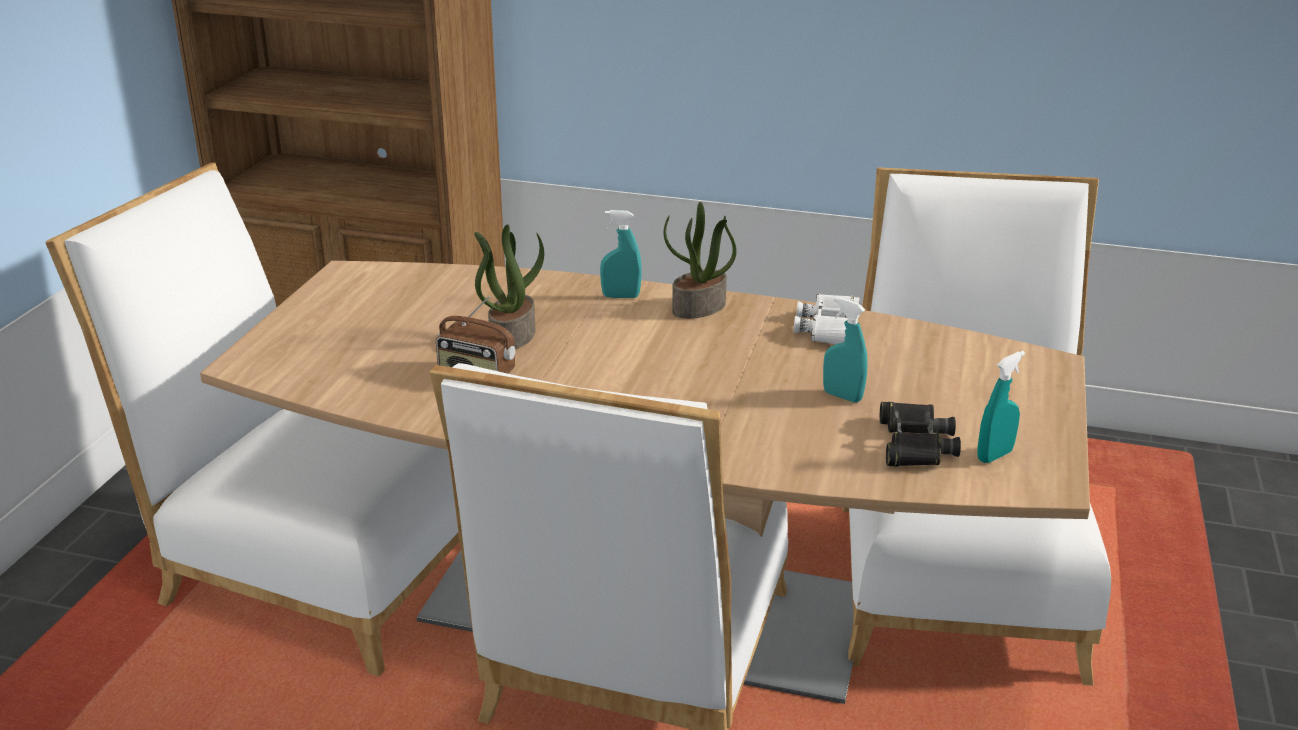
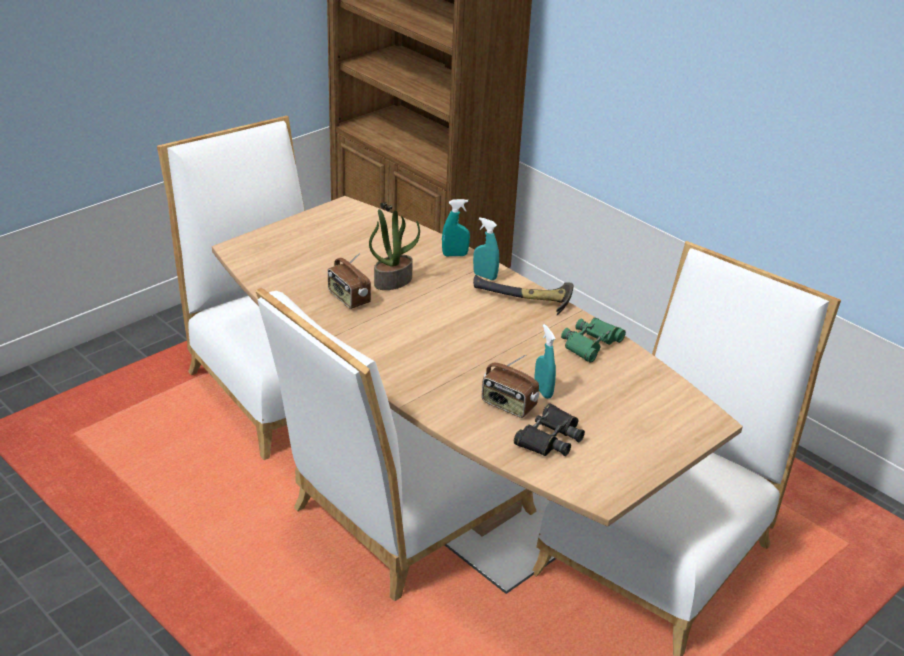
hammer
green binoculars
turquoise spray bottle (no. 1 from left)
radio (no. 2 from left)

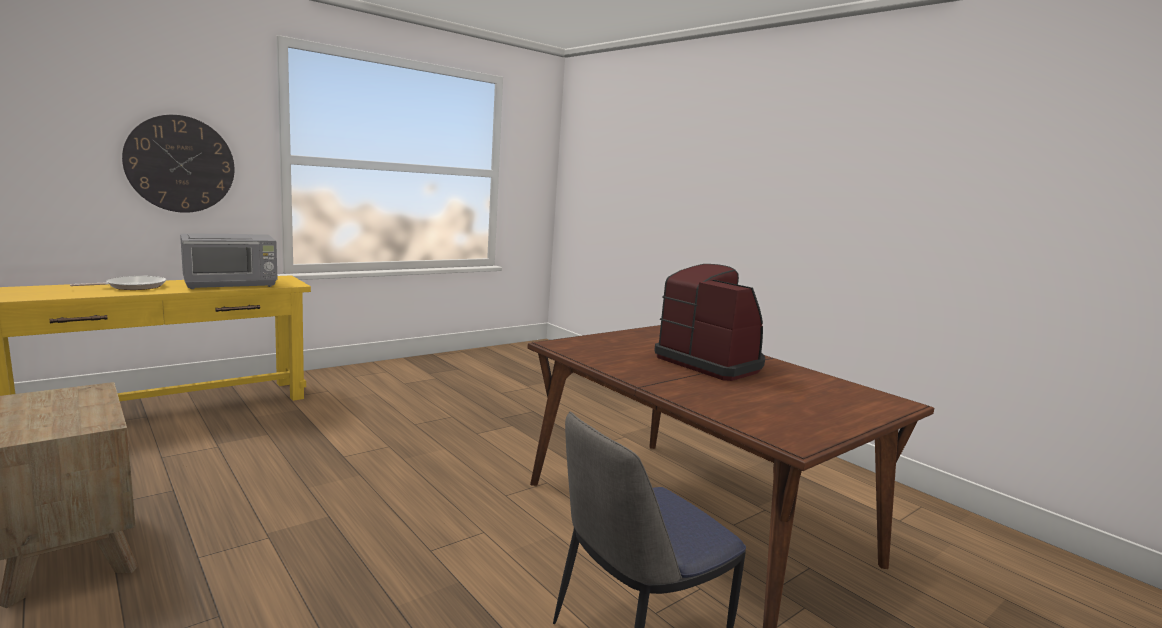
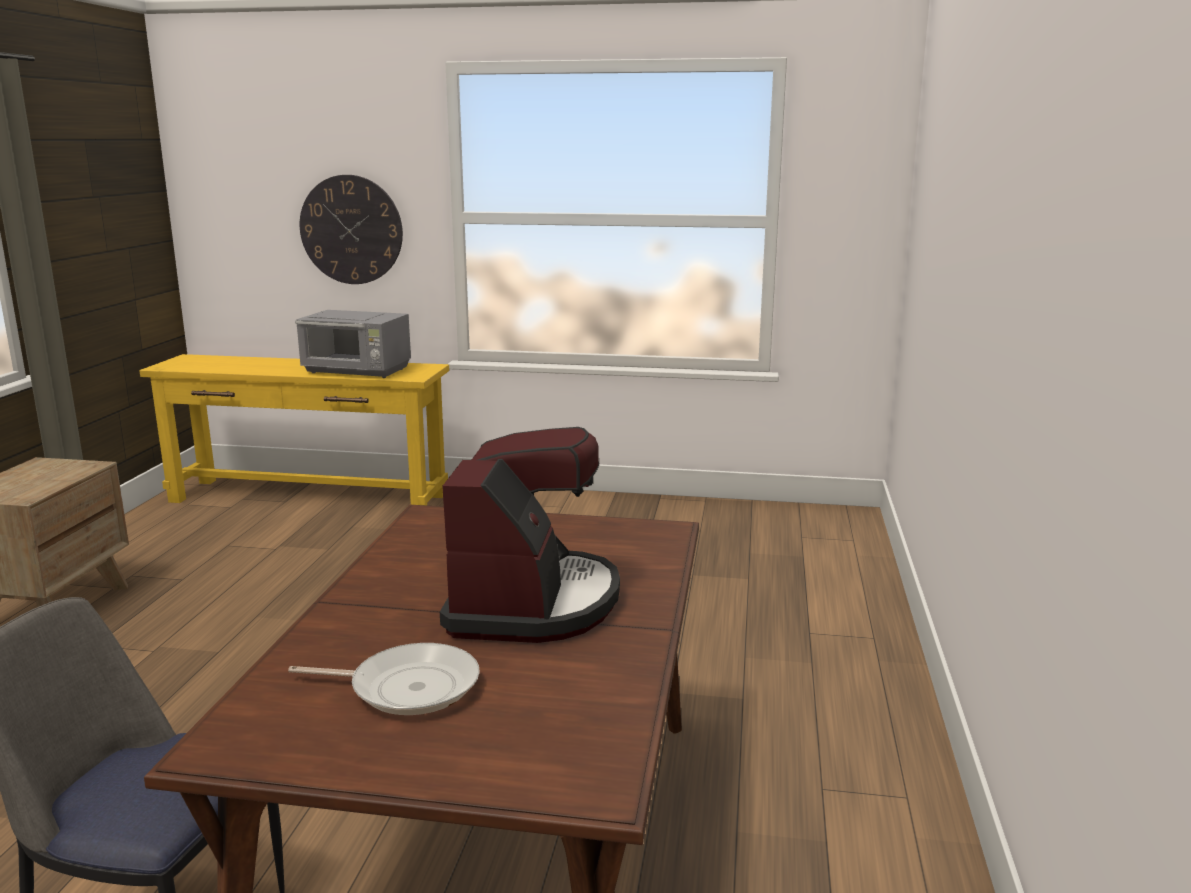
frying pan

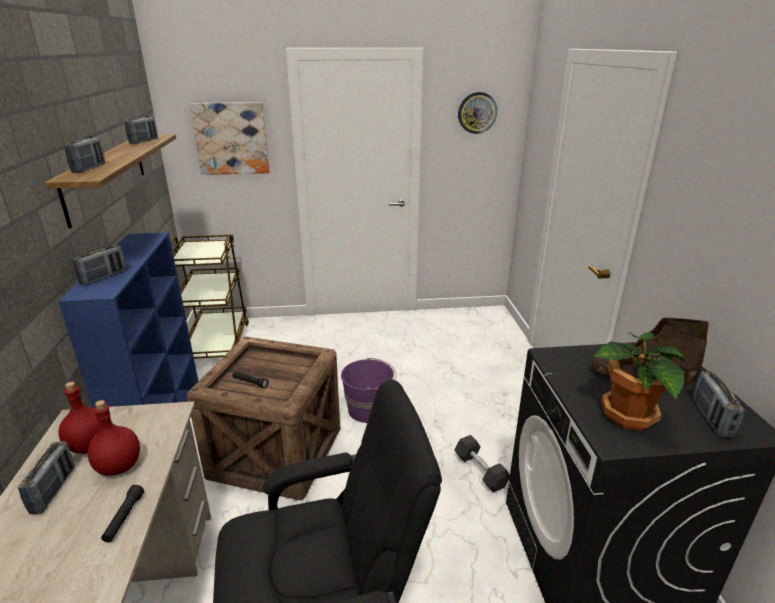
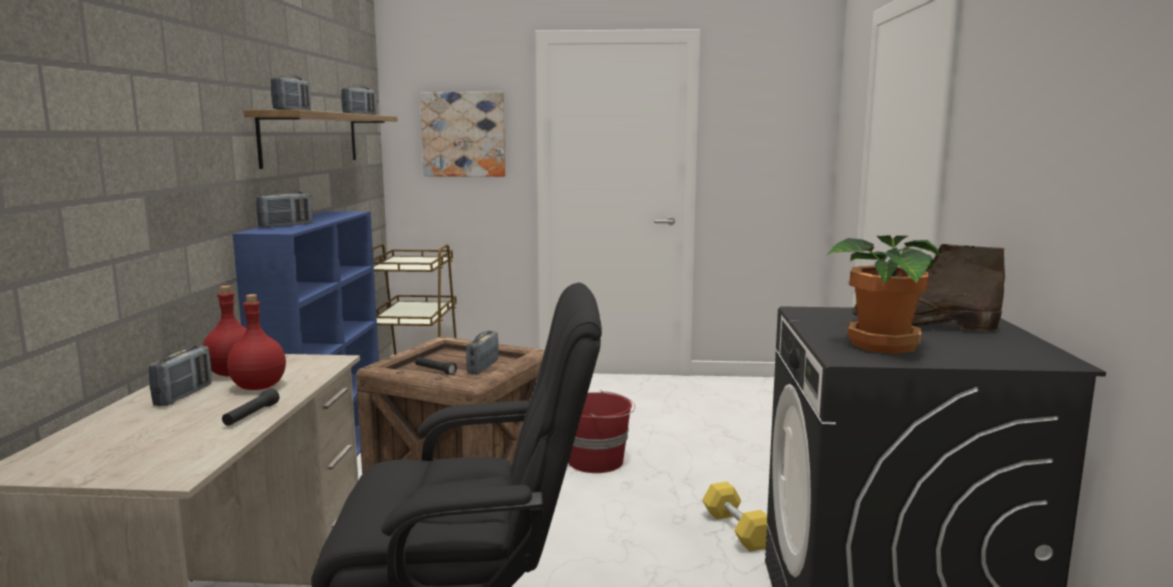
wall clock
red bucket
radio (no. 5 from left)
yellow dumbbell

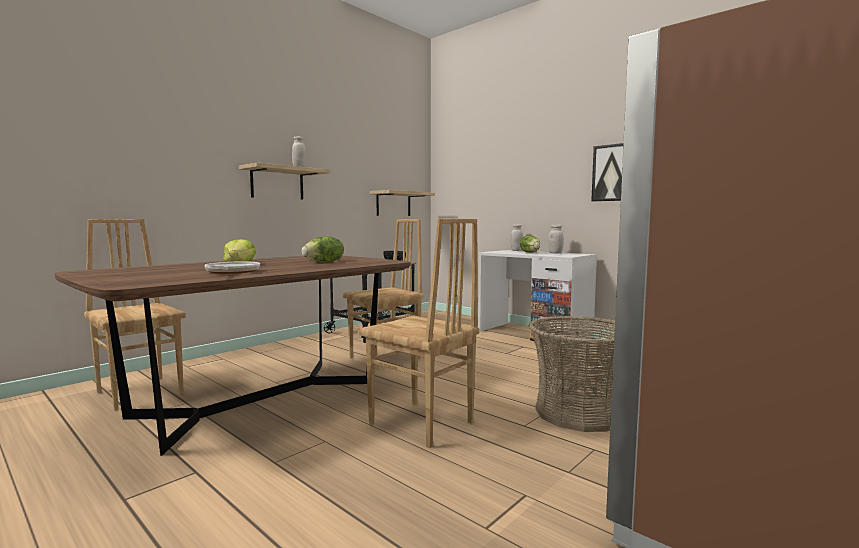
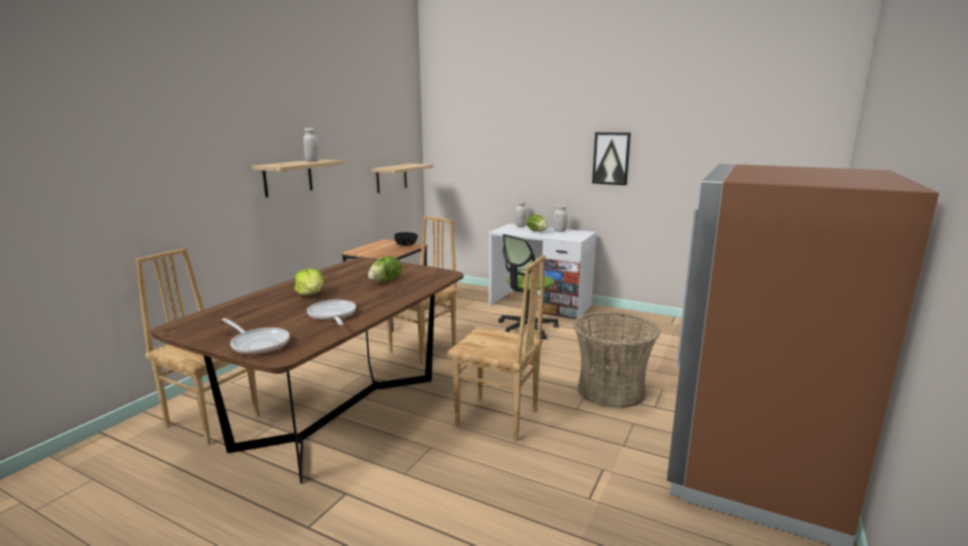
office chair
frying pan (no. 1 from left)

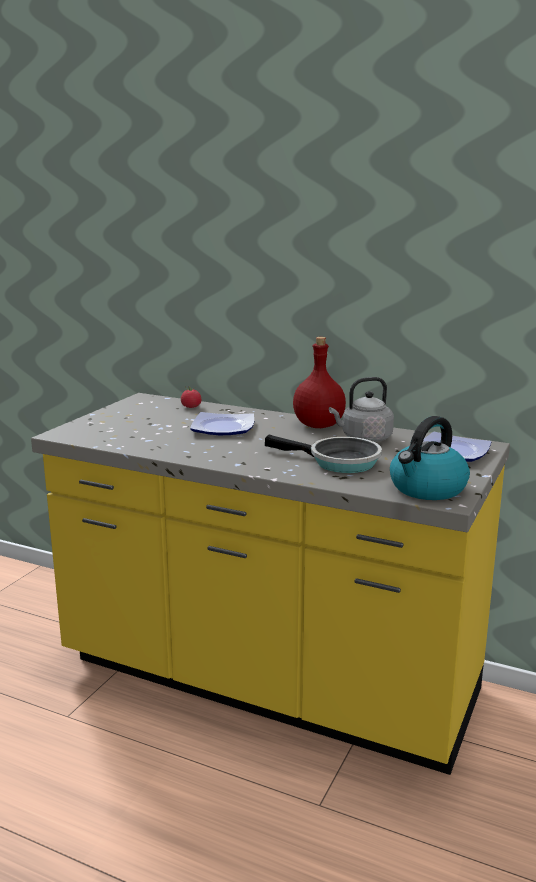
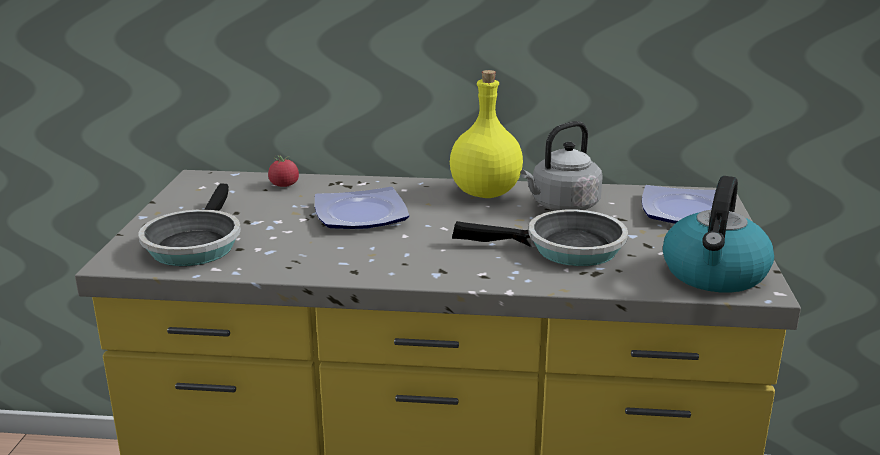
yellow bottle
frying pan (no. 1 from left)

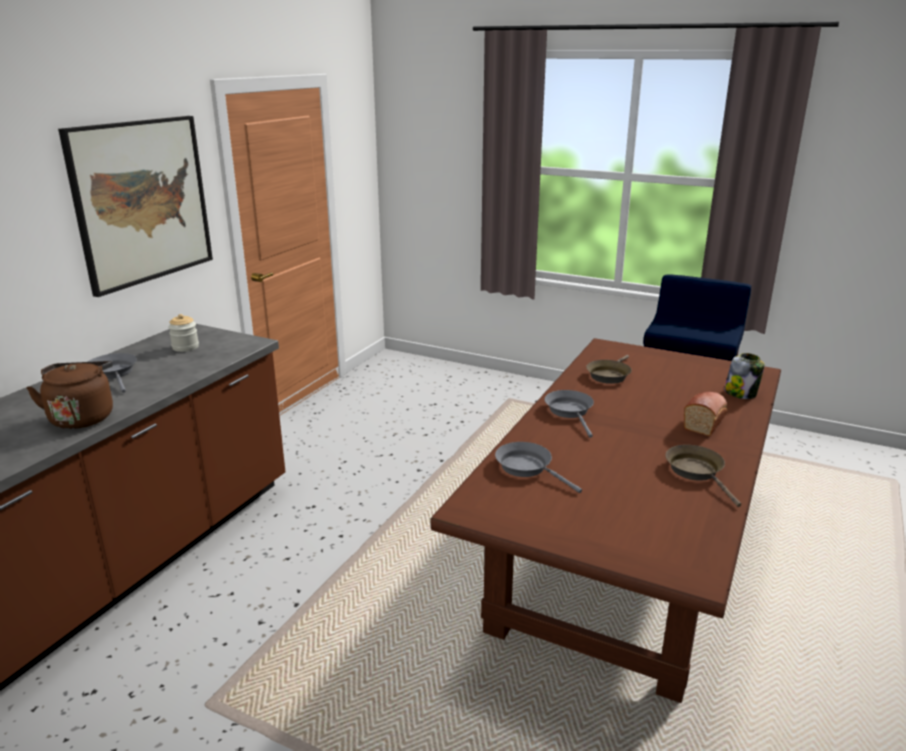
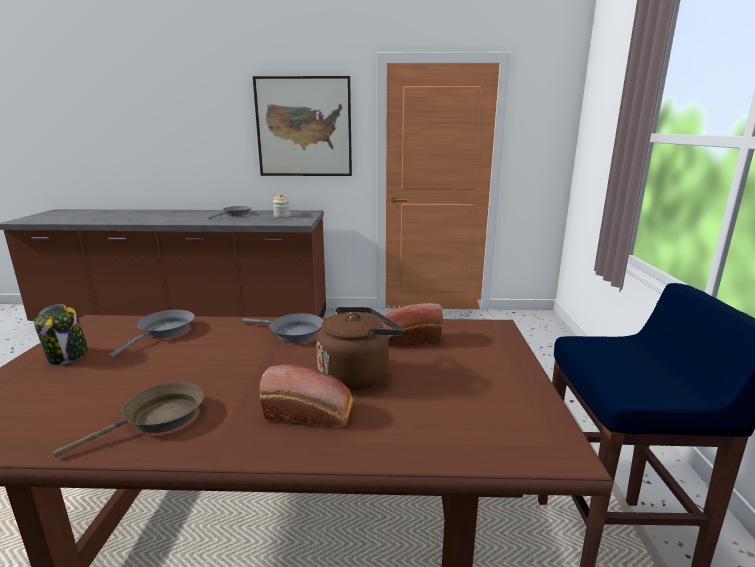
jar (no. 1 from left)
bread (no. 2 from left)
brown kettle
grey frying pan (no. 3 from left)

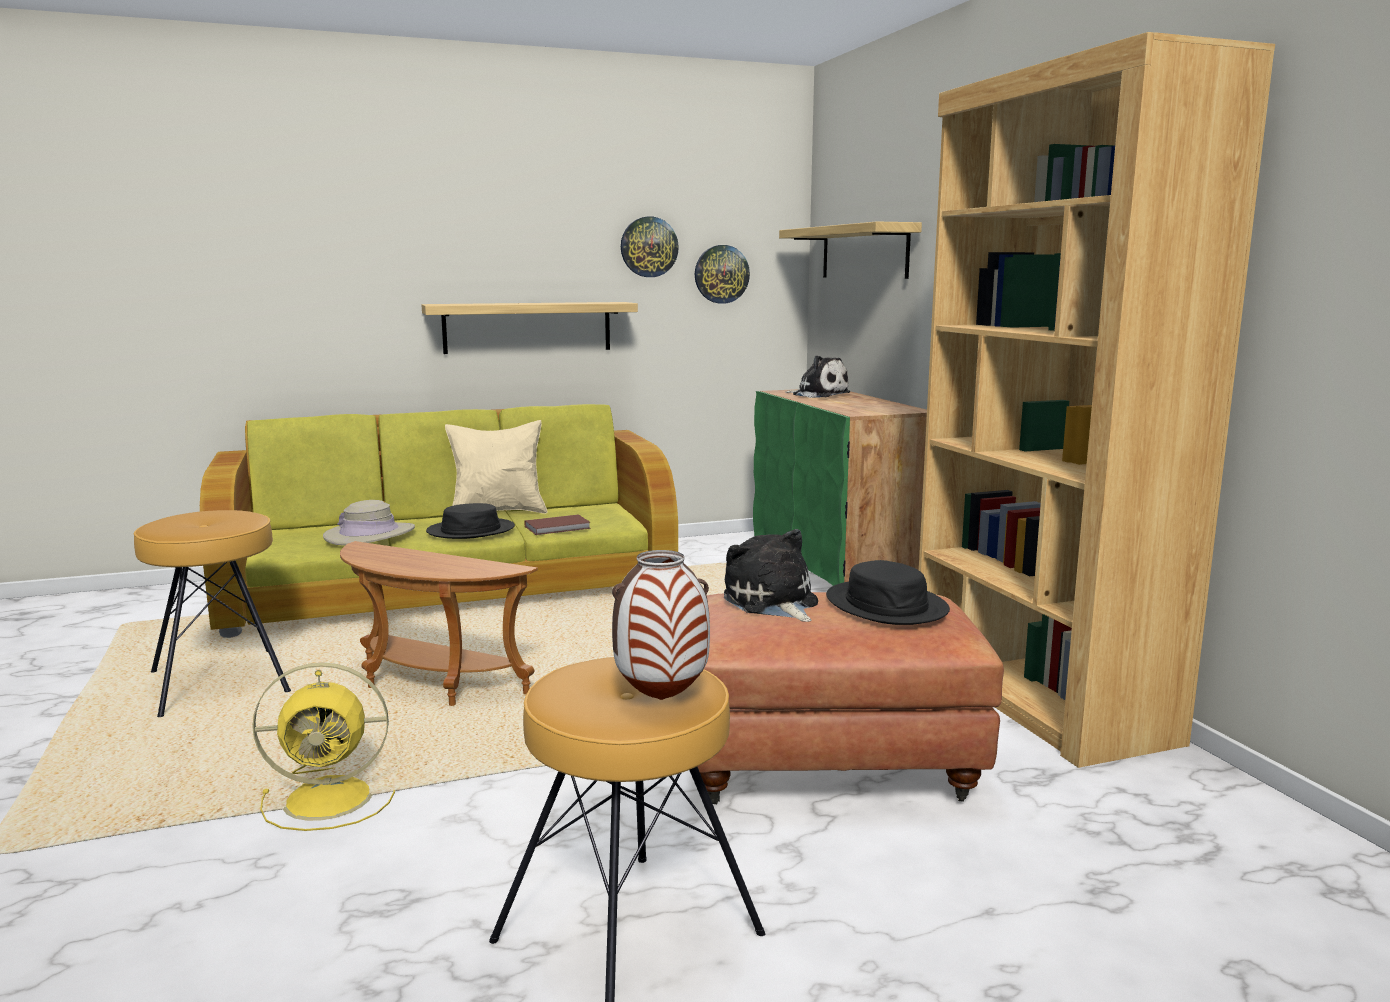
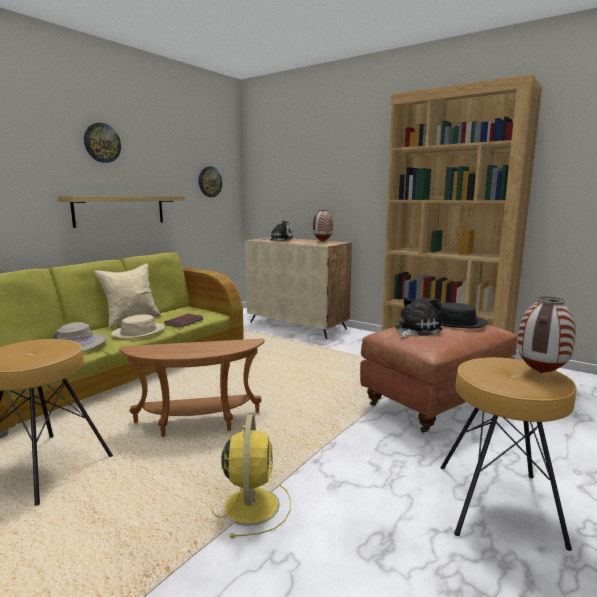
wall clock (no. 1 from left)
shelf (no. 2 from left in the first image)
beige cabinet
beige hat (no. 2 from left)
plush toy (no. 2 from left)
yellow fan
vase (no. 1 from left)

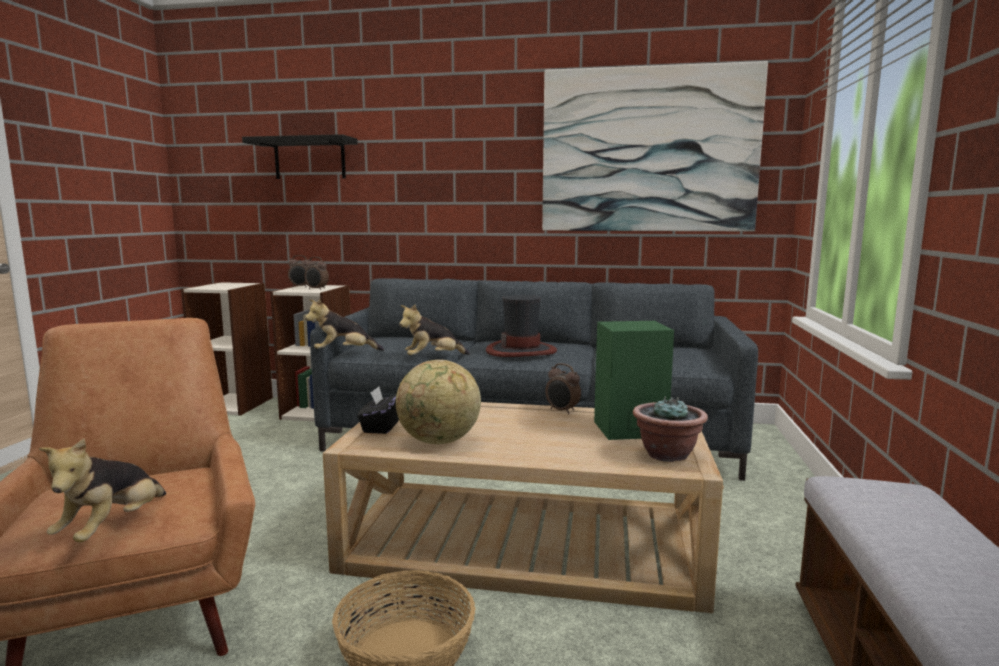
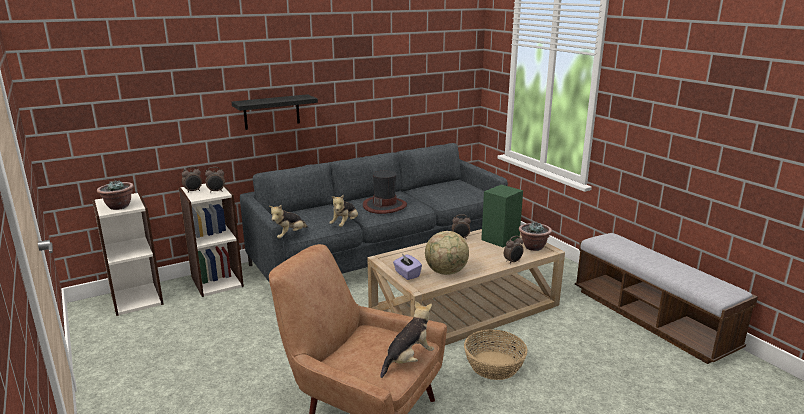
picture
black shelf
purple tissue box
plush toy (no. 3 from left)
potted plant (no. 1 from left)
alarm clock (no. 4 from left)

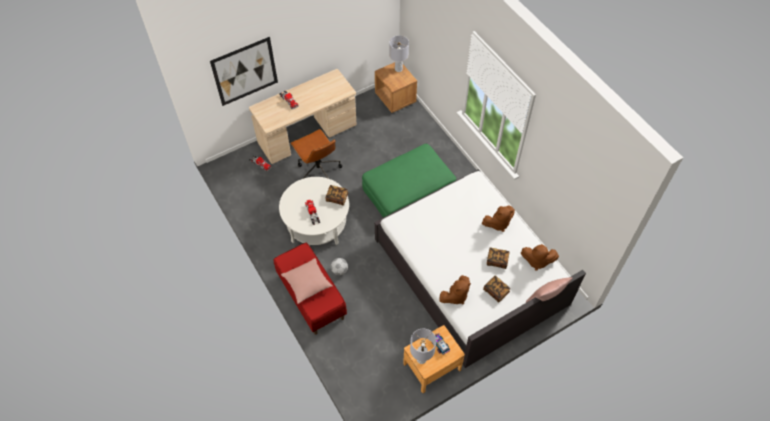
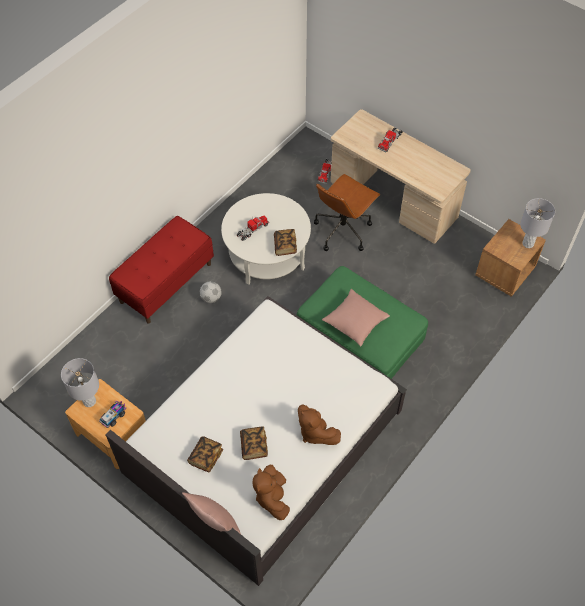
picture
pink pillow (no. 2 from left)
brown plush toy (no. 1 from left in the first image)

